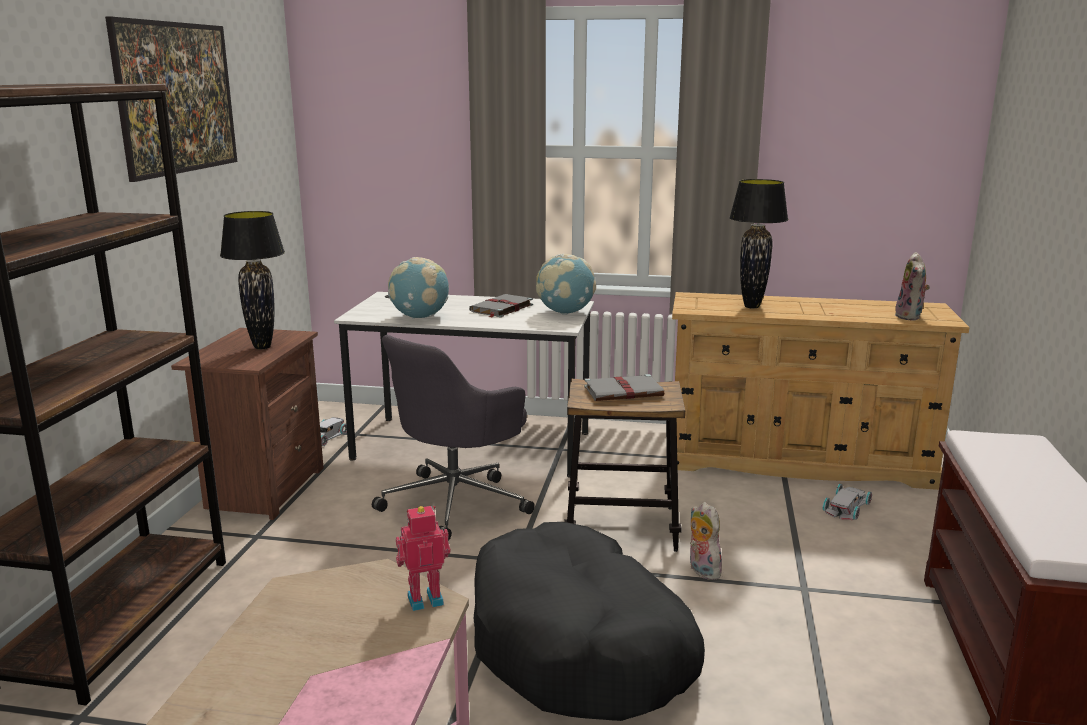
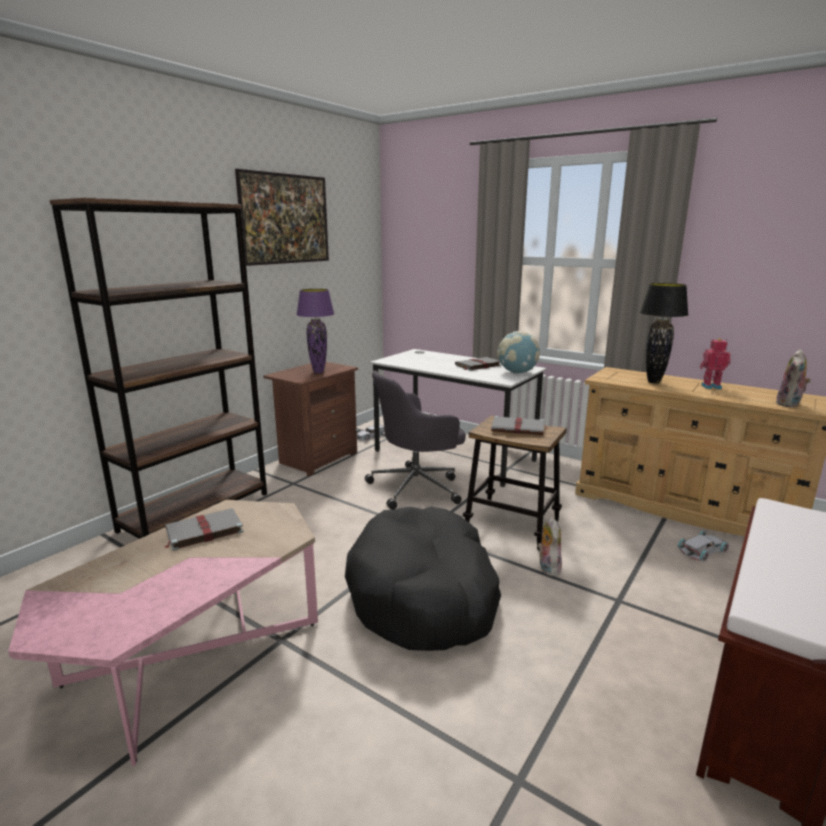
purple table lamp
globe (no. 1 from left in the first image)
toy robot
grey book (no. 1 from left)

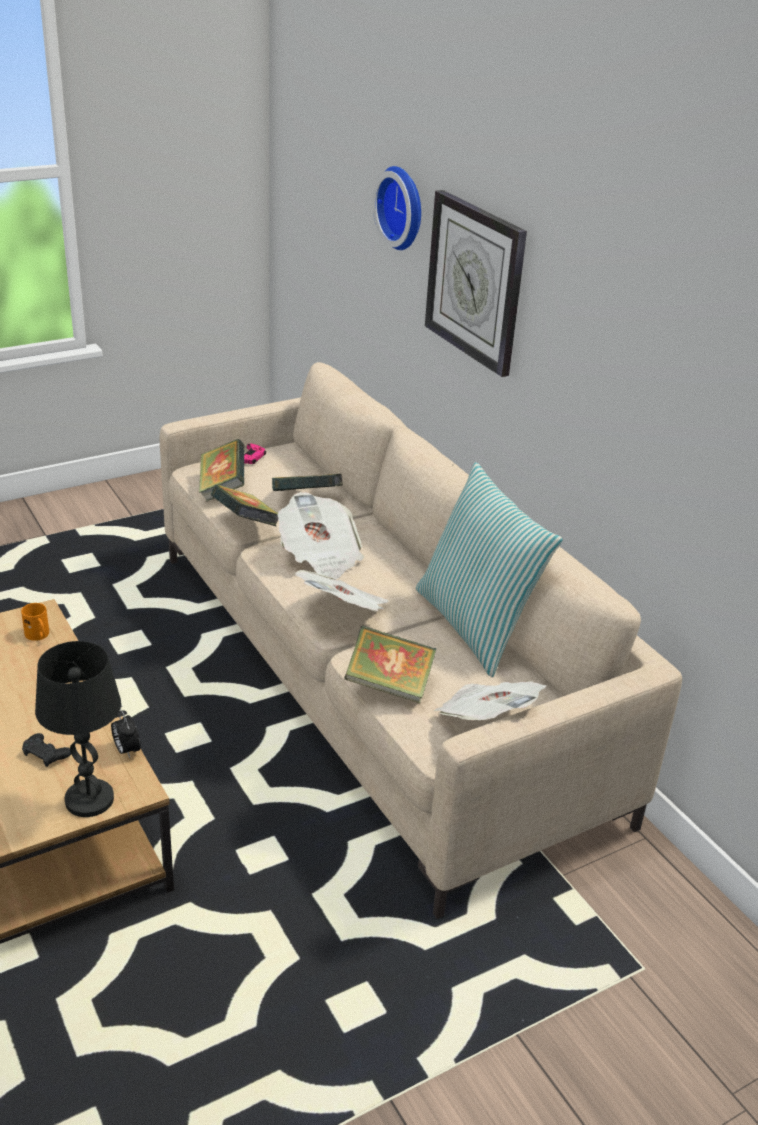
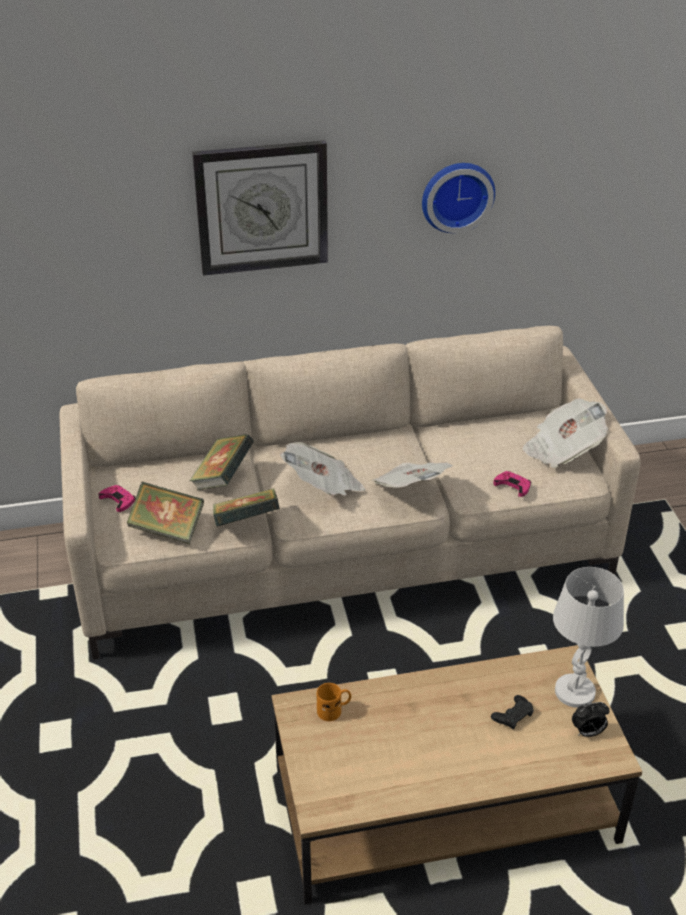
wall clock (no. 2 from left)
pillow
pink game controller (no. 2 from left)
white table lamp
alarm clock

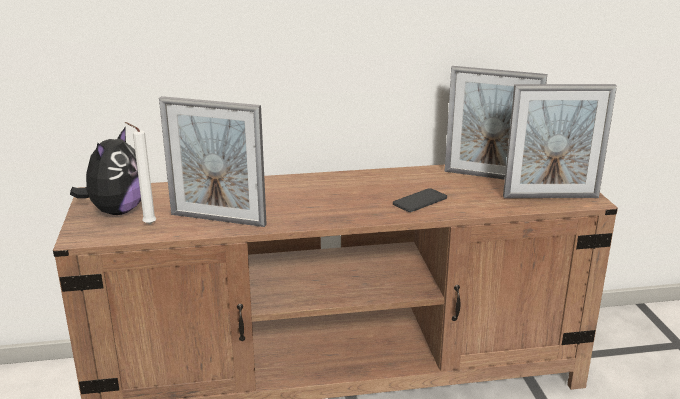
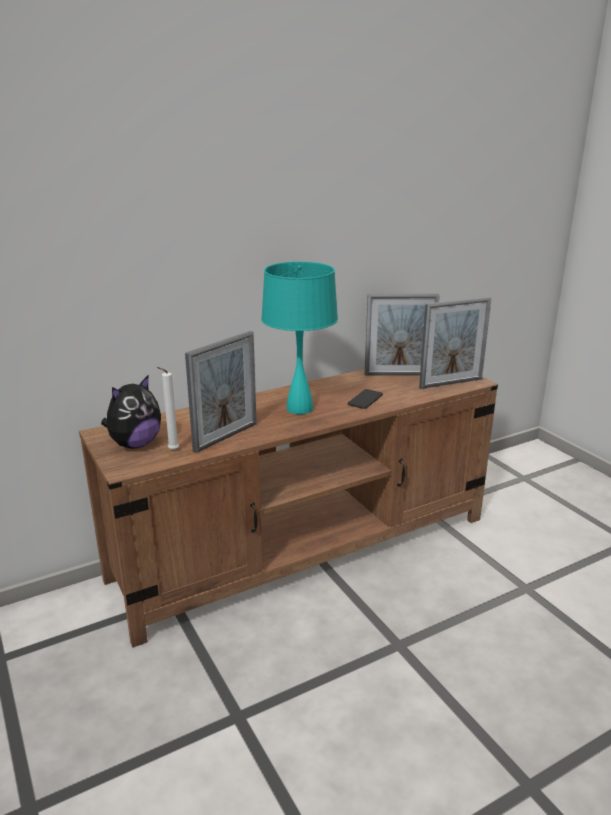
picture frame (no. 1 from left)
plush toy
turquoise table lamp

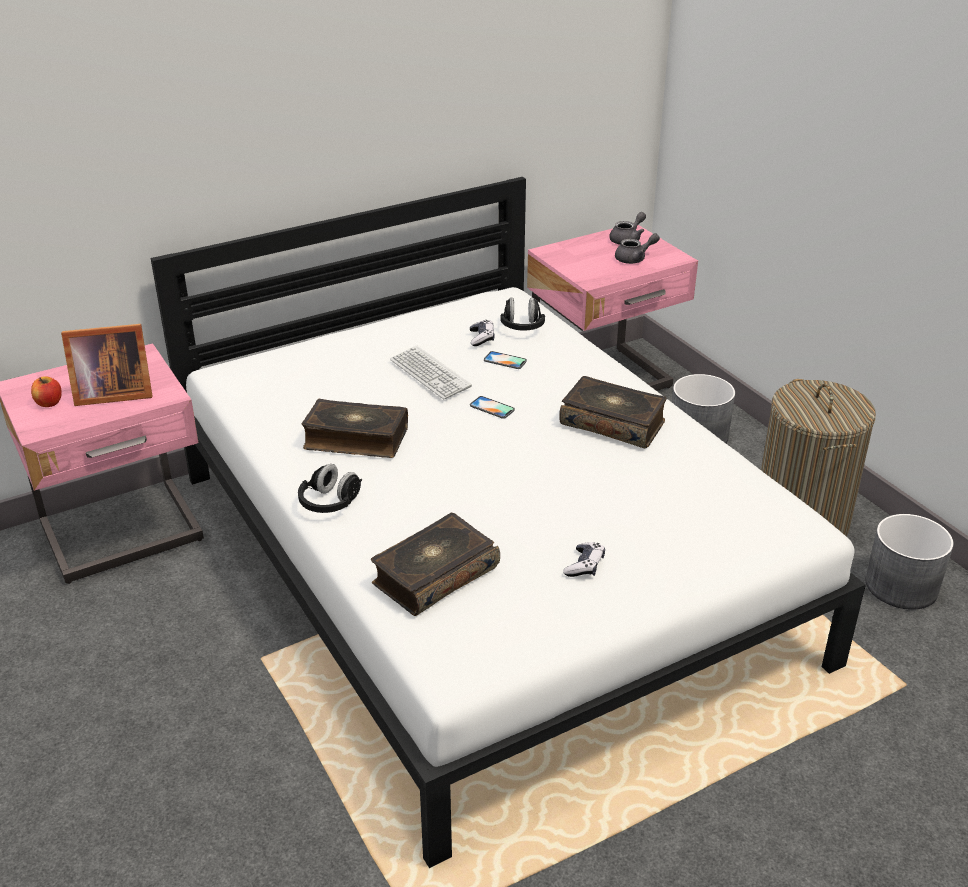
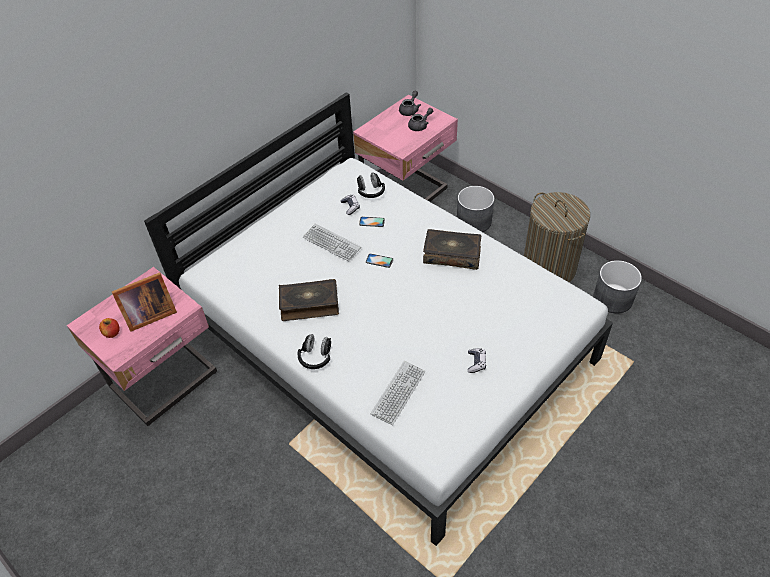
keyboard (no. 2 from left)

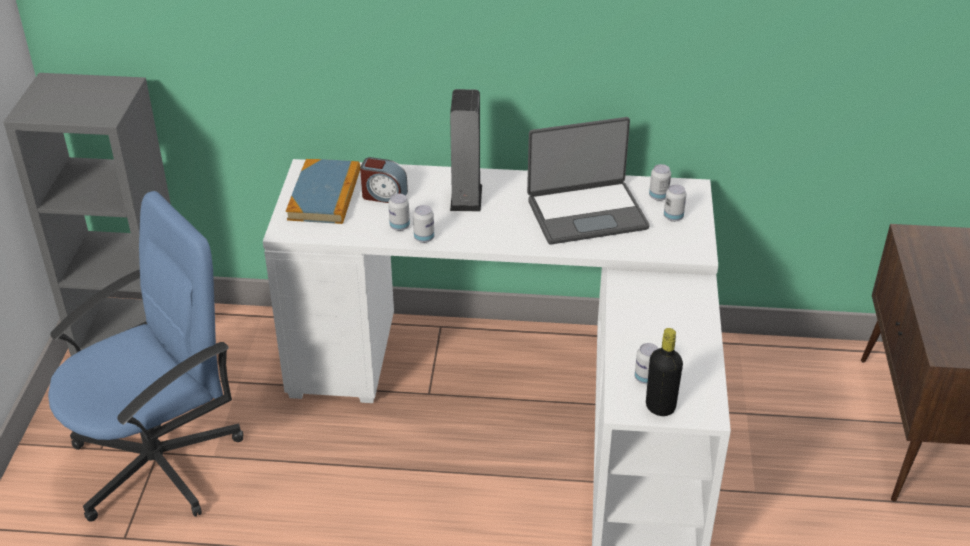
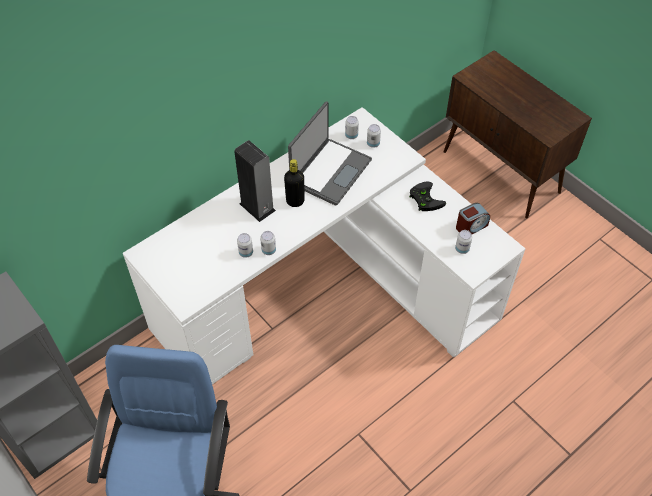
alarm clock
book
black bottle
black game controller

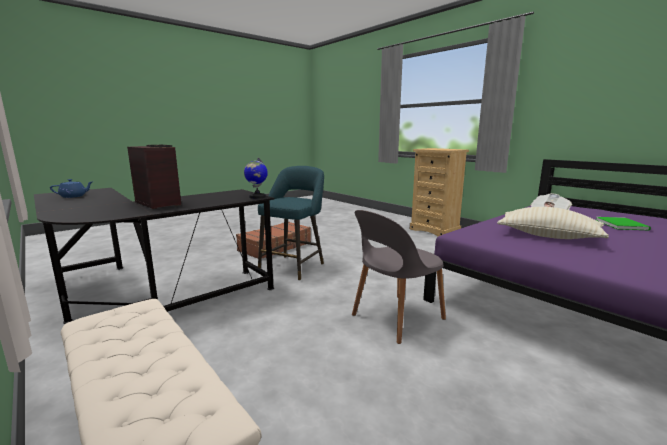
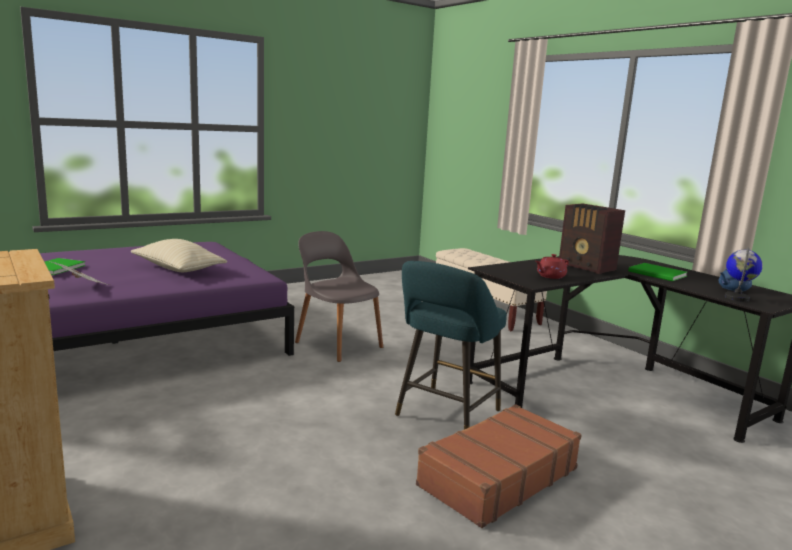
globe
grey chair
red teapot
green book (no. 2 from left)

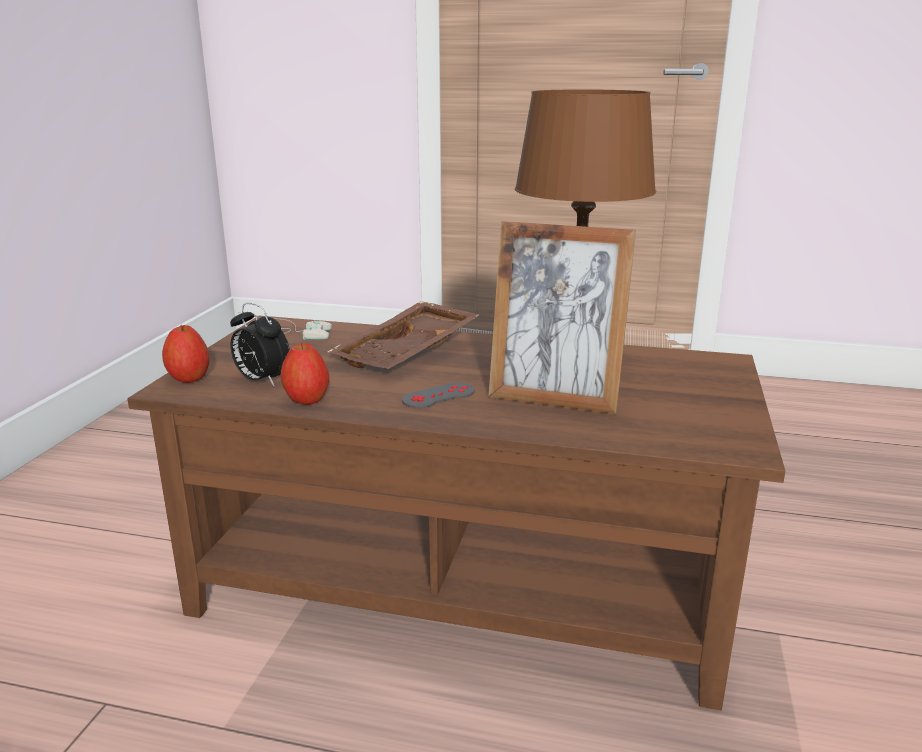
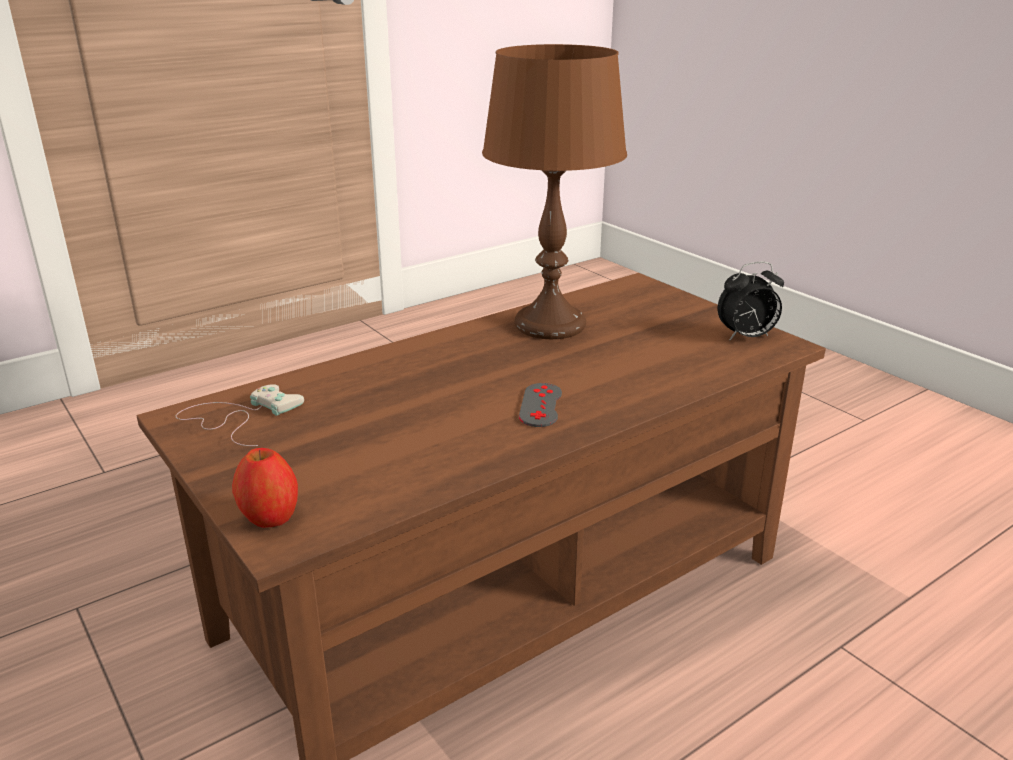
picture frame
brown tray
alarm clock
apple (no. 2 from left in the first image)

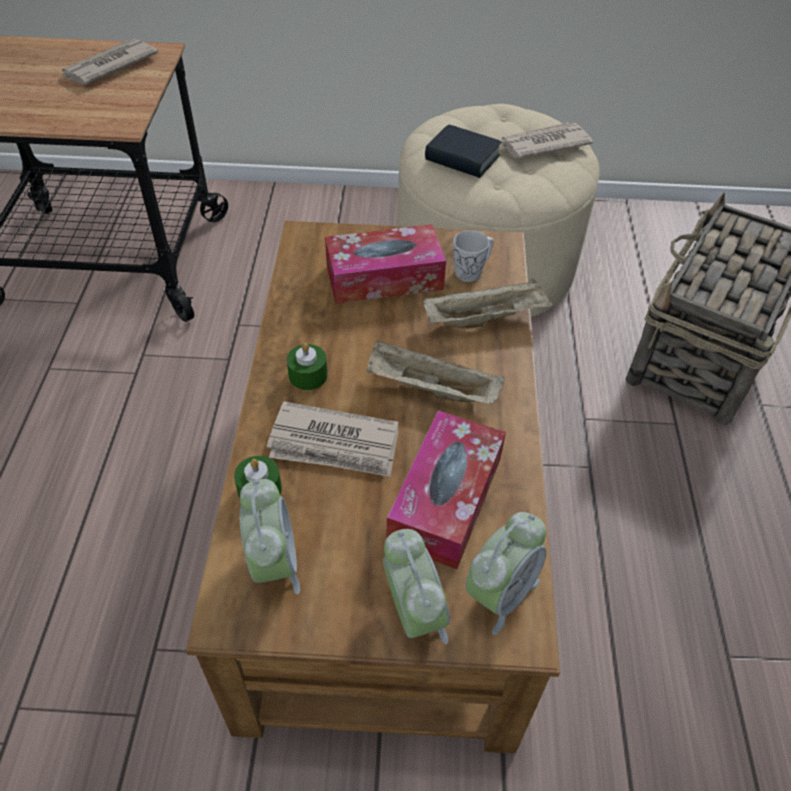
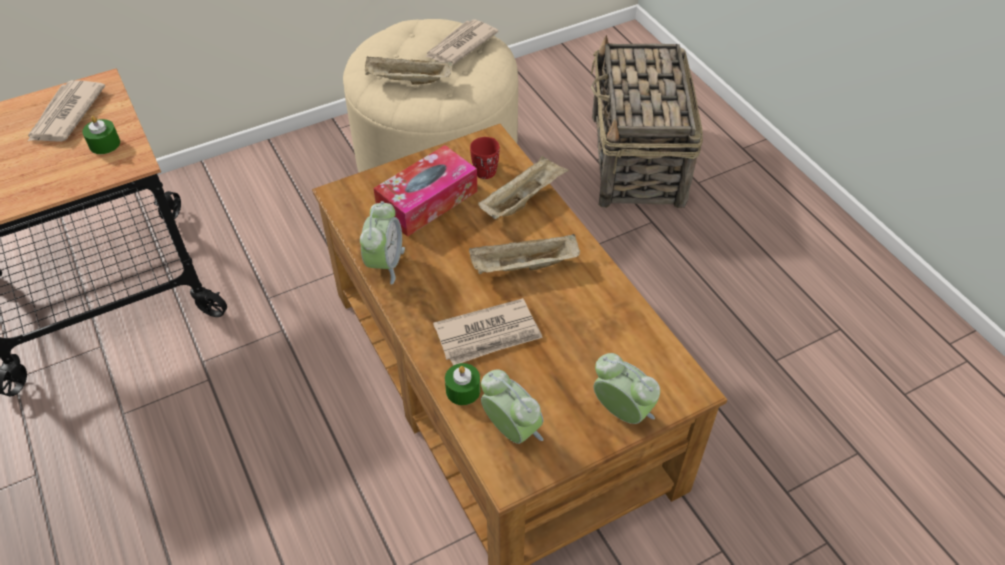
beige tray (no. 1 from left)
red mug
green candle (no. 1 from left)
tissue box (no. 2 from left in the first image)
alarm clock (no. 1 from left)

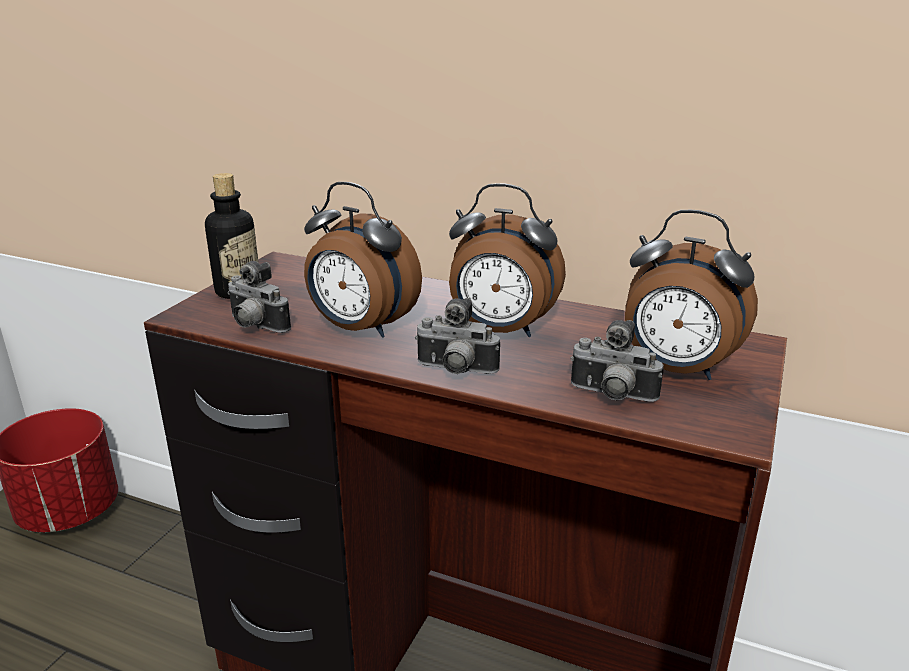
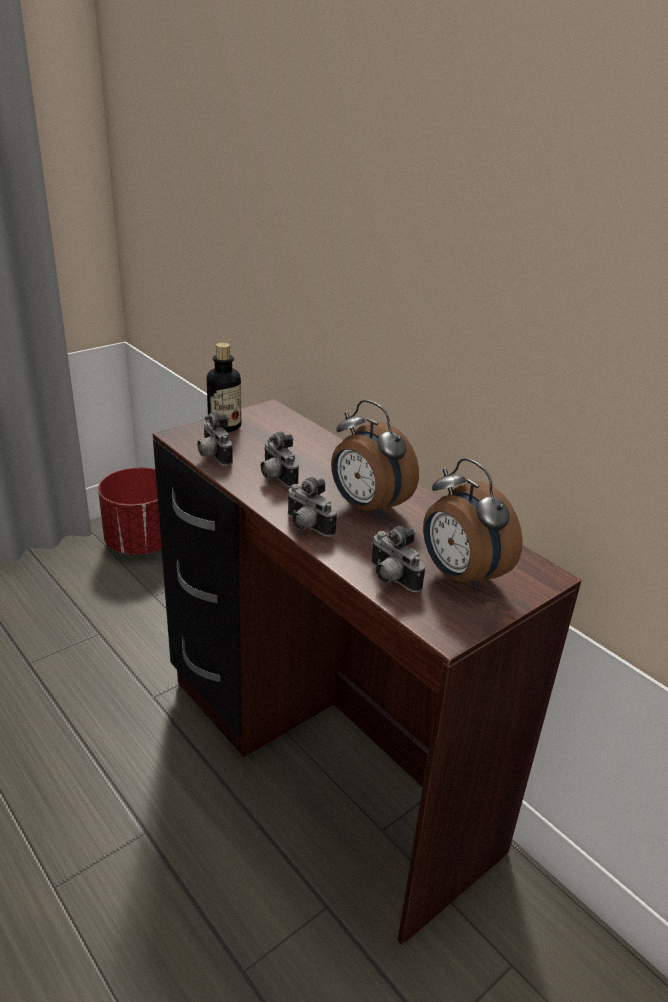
photo camera (no. 2 from left)

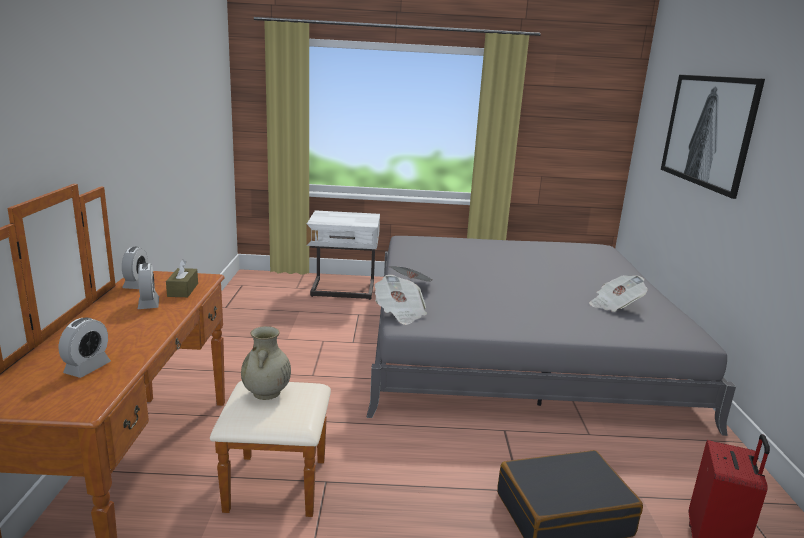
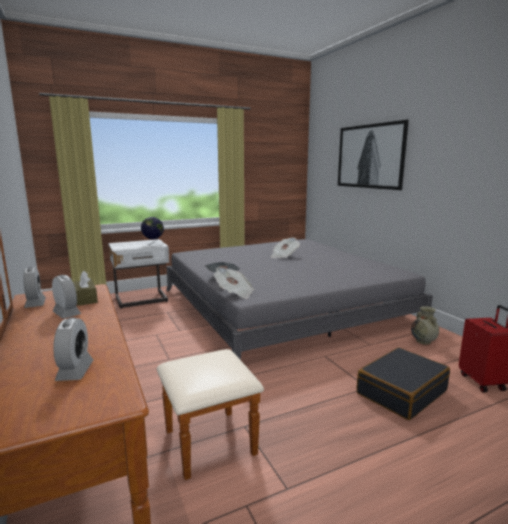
newspaper (no. 3 from left)
beige vase
globe

